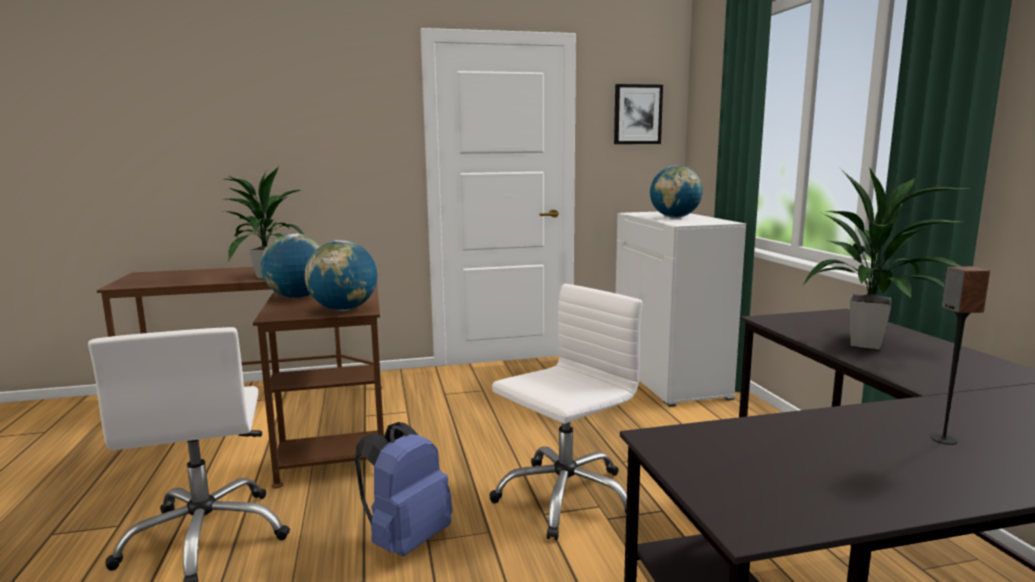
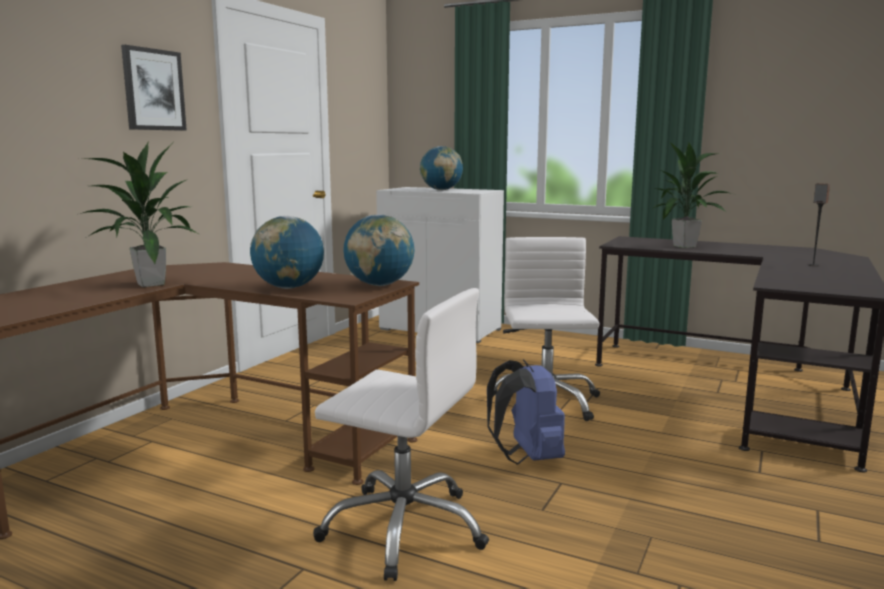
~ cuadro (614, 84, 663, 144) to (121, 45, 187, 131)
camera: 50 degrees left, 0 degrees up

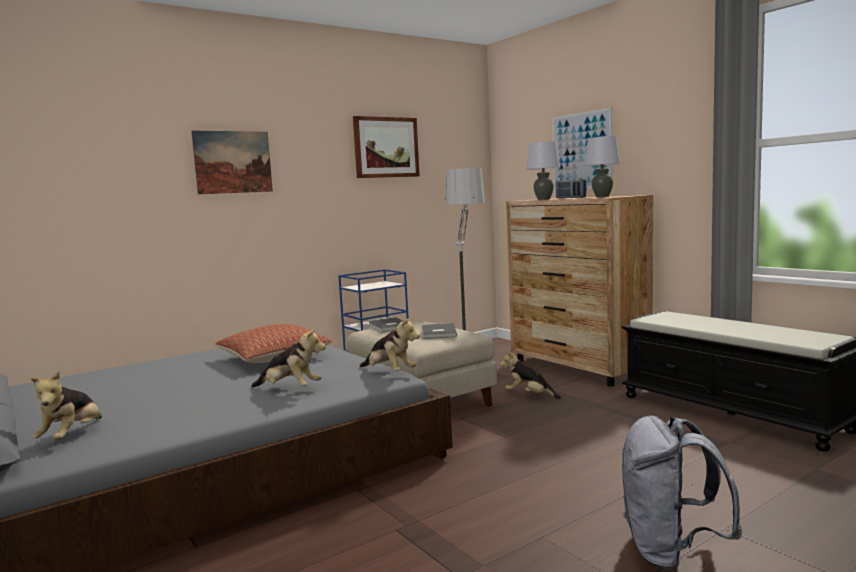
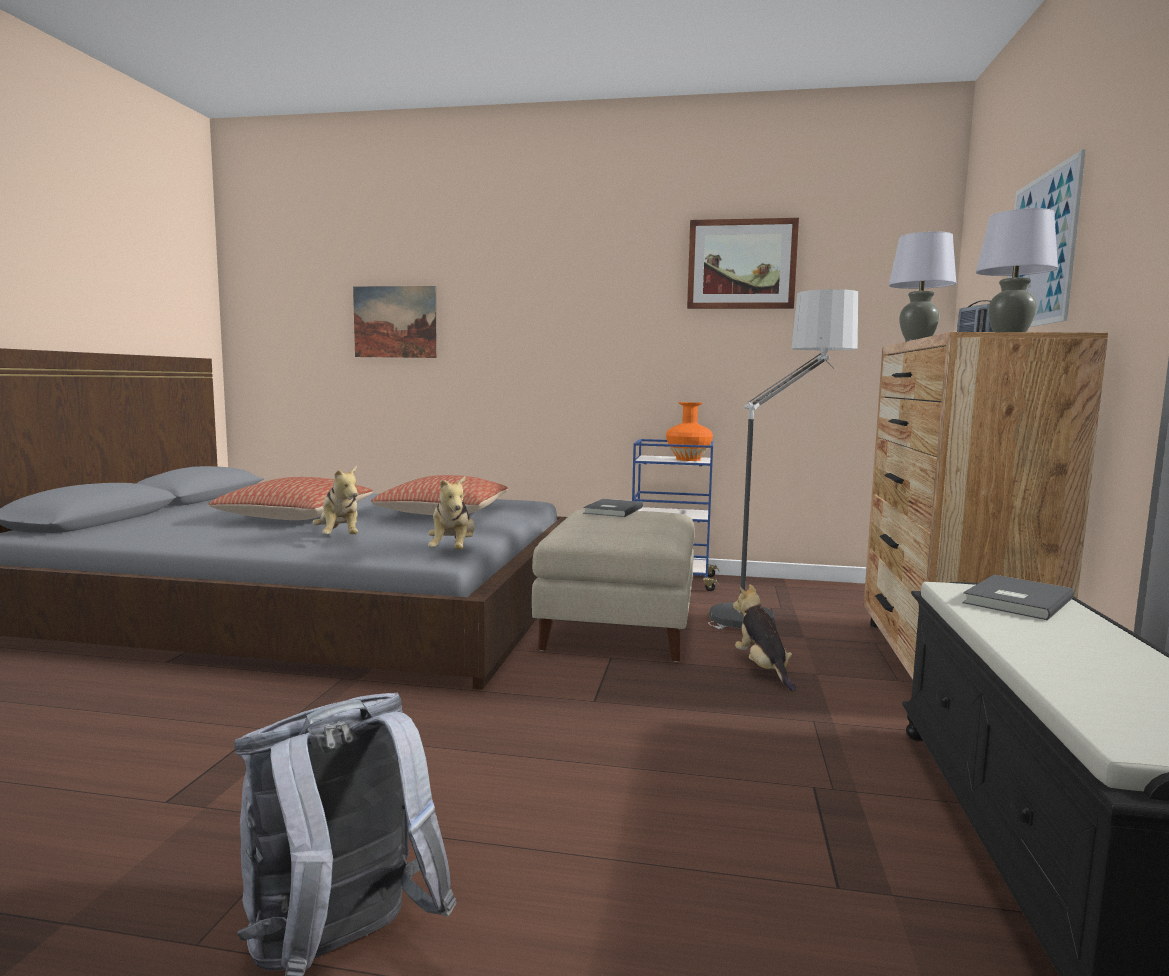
- peluche (31, 371, 102, 440)
~ cuadro (191, 130, 273, 194) to (353, 286, 437, 358)
~ libro [gris] (422, 323, 457, 339) to (962, 575, 1074, 621)
+ cojín (209, 477, 373, 520)
+ florero [naranja] (666, 402, 713, 461)
camera: 45 degrees right, 0 degrees up

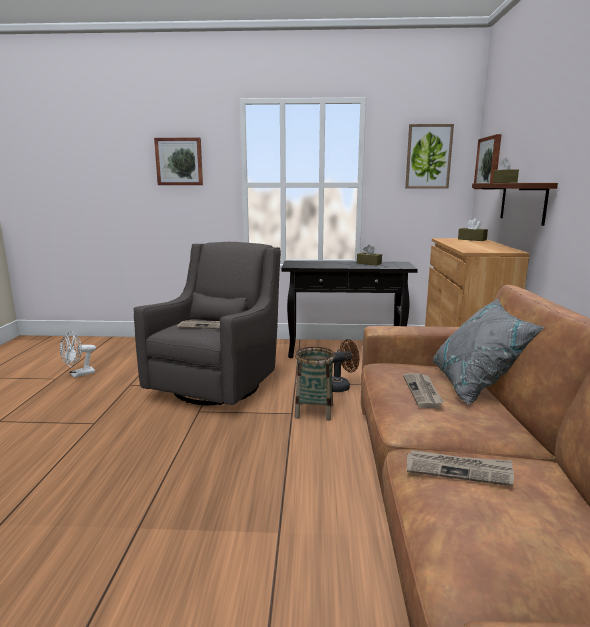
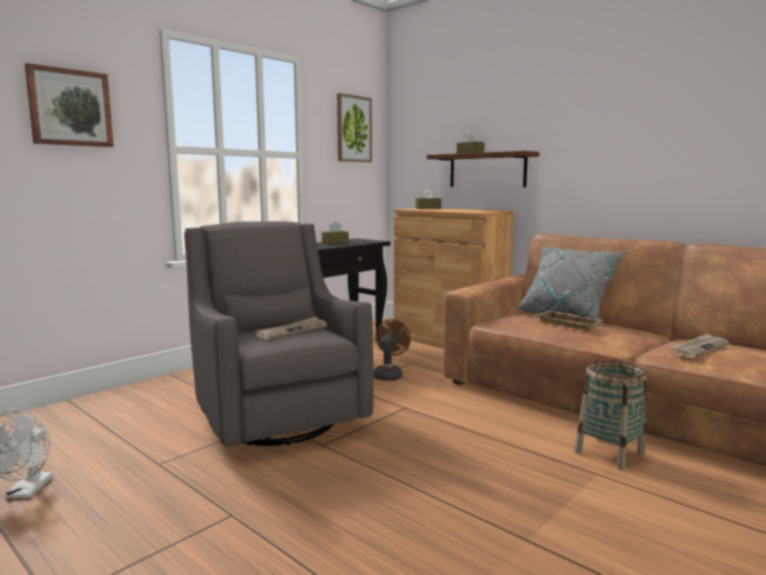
~ cesta (295, 347, 335, 421) to (575, 360, 647, 470)
~ periódico (403, 373, 444, 408) to bandeja [beis] (539, 310, 603, 331)
- cuadro (473, 134, 502, 190)
camera: 50 degrees left, 5 degrees down

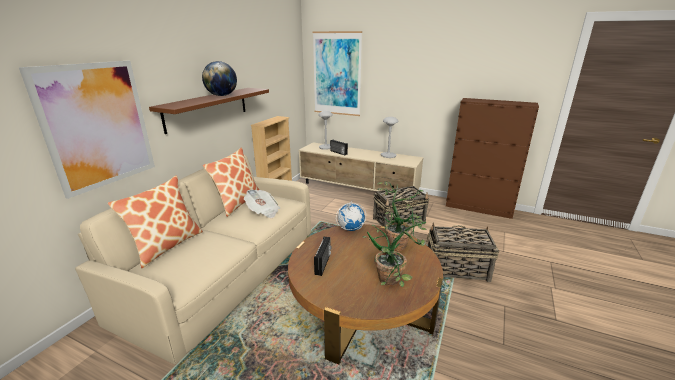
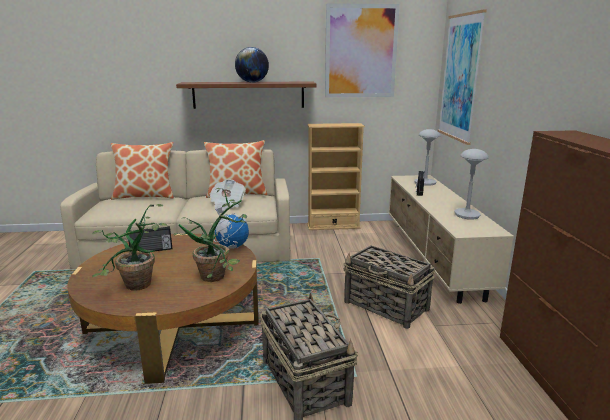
~ cuadro (19, 61, 155, 199) to (325, 3, 400, 97)
camera: 60 degrees right, 5 degrees down

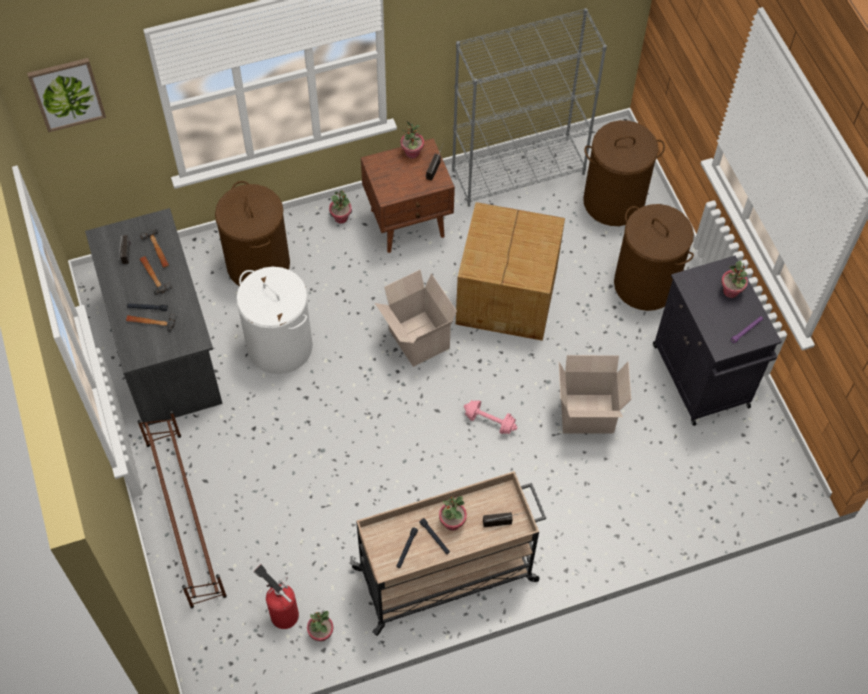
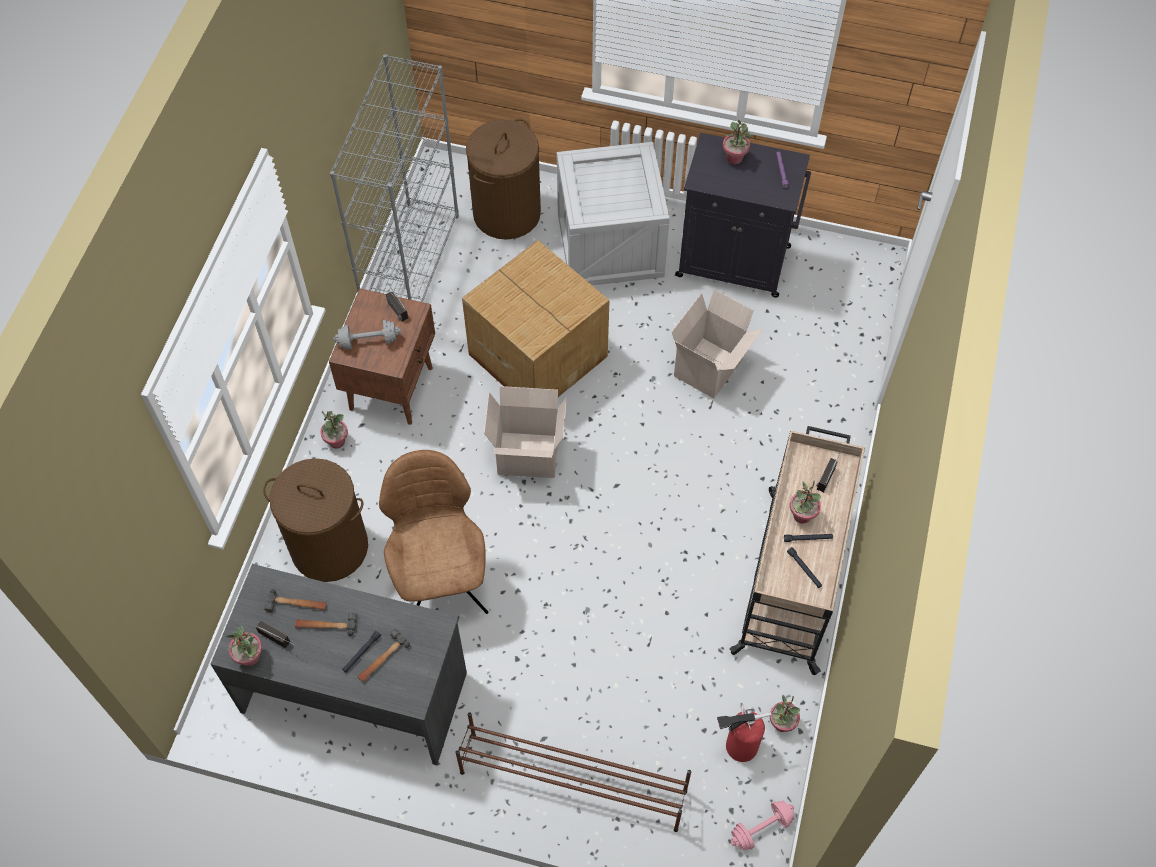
- cuadro (27, 58, 106, 132)
~ cesto de la ropa [blanco] (236, 267, 313, 374) to silla [marrón] (379, 450, 489, 614)
~ planta en maceta (401, 121, 424, 159) to (225, 626, 262, 666)
~ mancuerna [rosa] (464, 400, 517, 434) to (731, 801, 794, 850)
~ cesto de la ropa [marrón] (614, 204, 694, 311) to caja de embalaje (557, 142, 670, 286)
+ mancuerna [gris] (333, 320, 401, 350)
camera: 55 degrees left, 0 degrees up

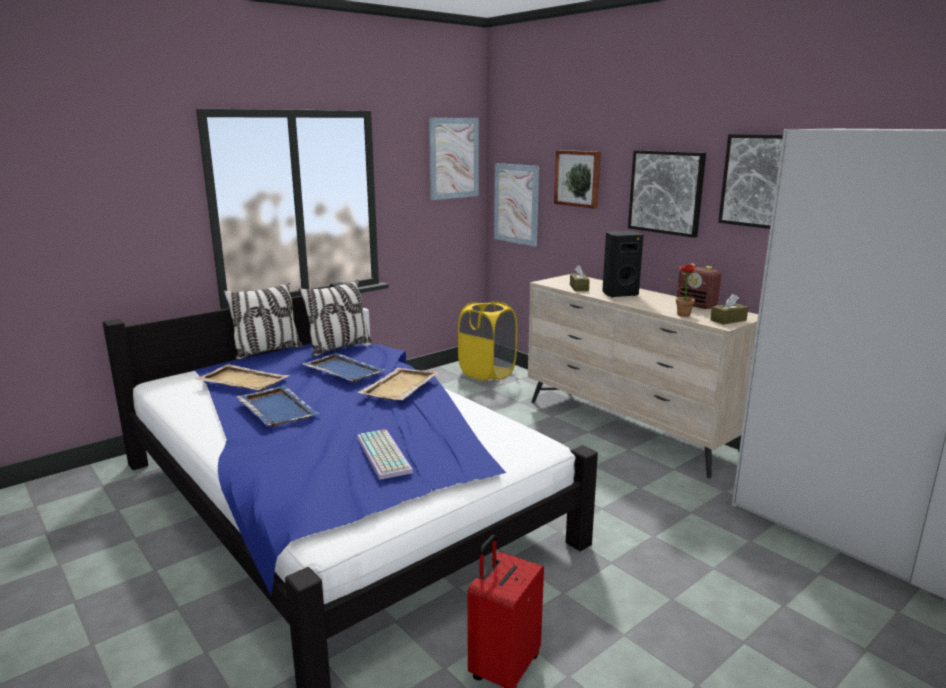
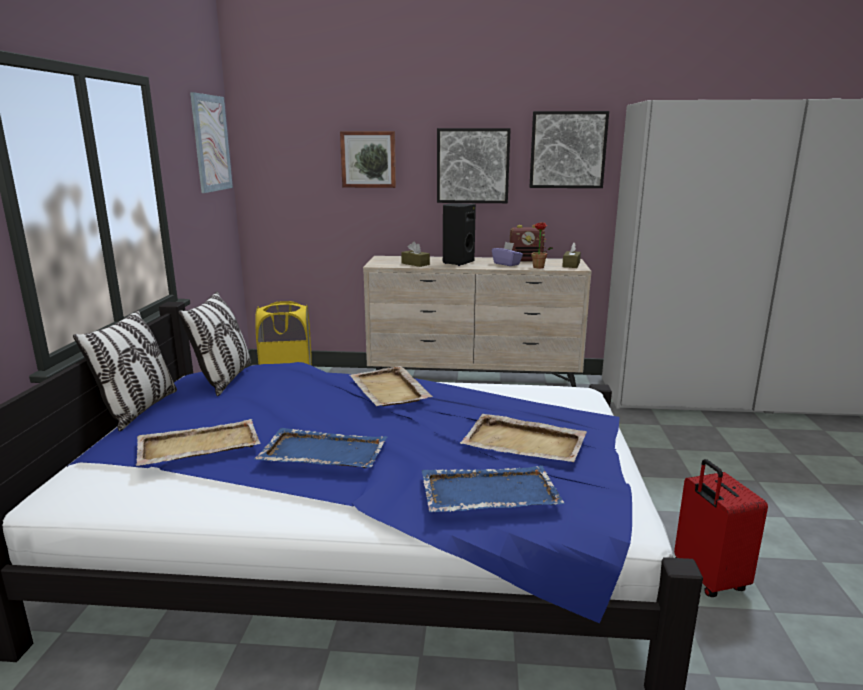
~ bandeja [azul] (302, 353, 387, 382) to (422, 465, 565, 512)
~ teclado (357, 429, 413, 480) to bandeja [beis] (460, 414, 587, 462)
- cuadro (494, 163, 539, 247)
+ caja de pañuelos [morado] (492, 242, 523, 266)
camera: 45 degrees left, 0 degrees up

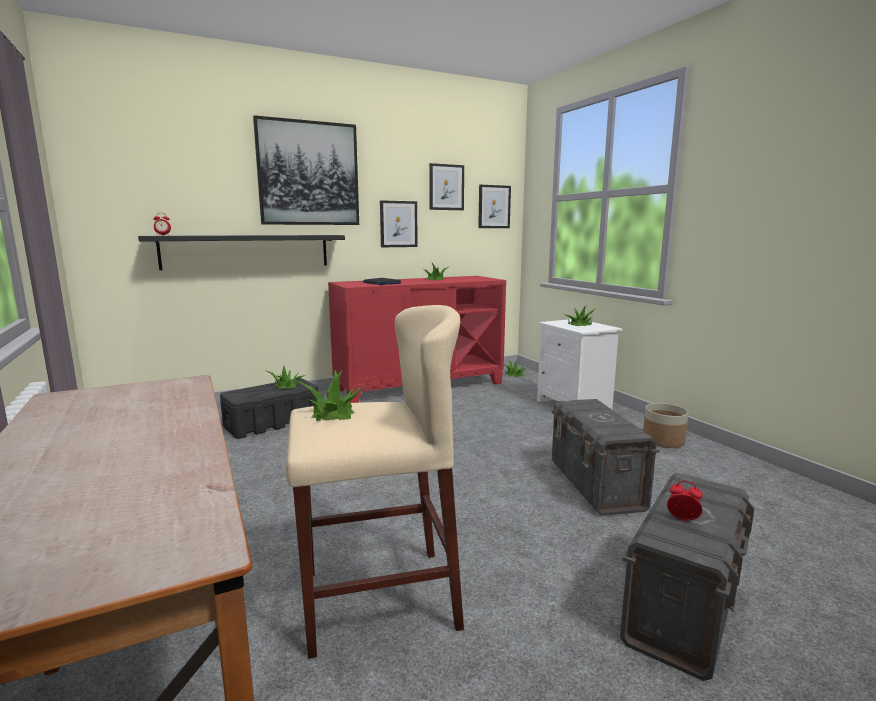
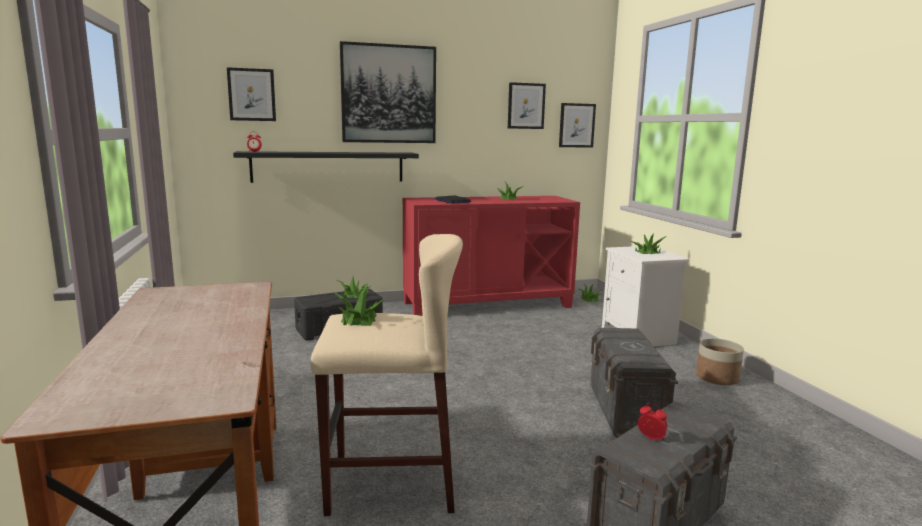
~ cuadro (380, 200, 418, 247) to (227, 67, 276, 121)
camera: 10 degrees right, 0 degrees up

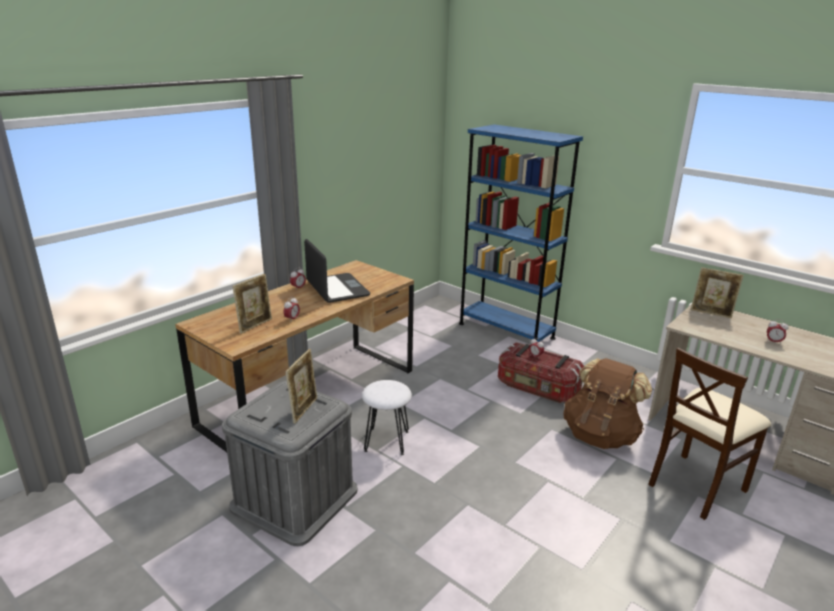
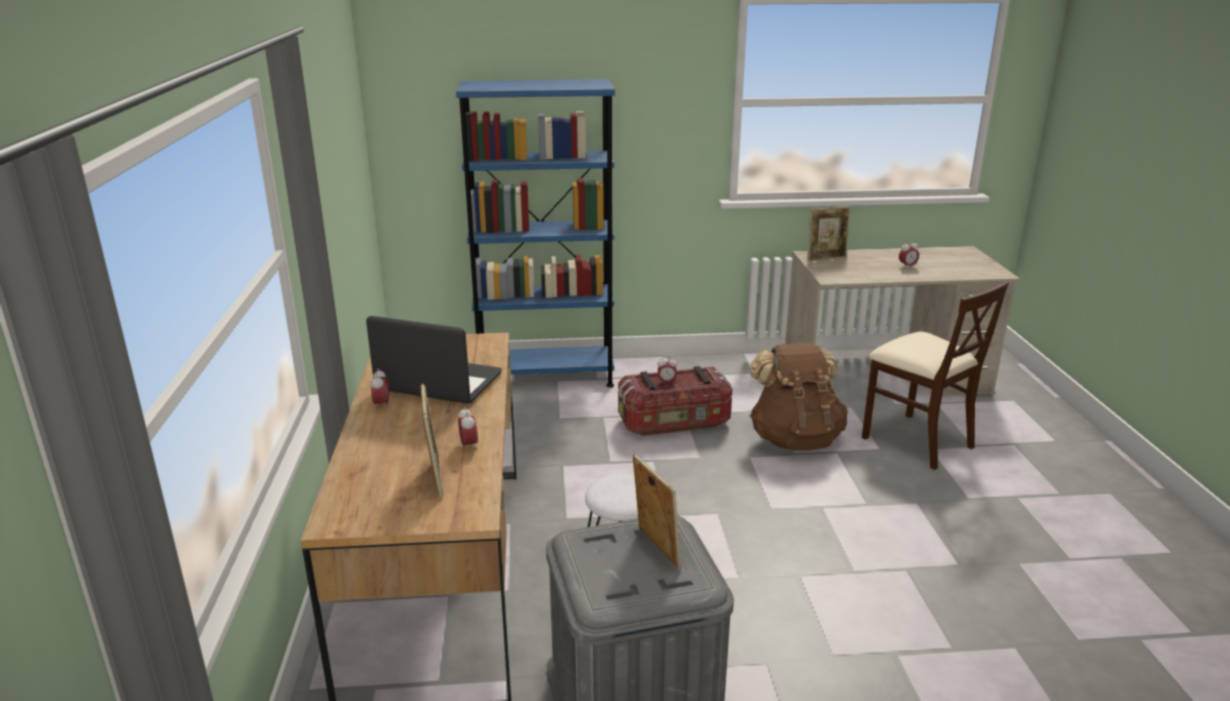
~ silla [beis] (648, 347, 772, 520) = (862, 281, 1009, 470) 45 degrees counterclockwise
camera: 45 degrees left, 0 degrees up

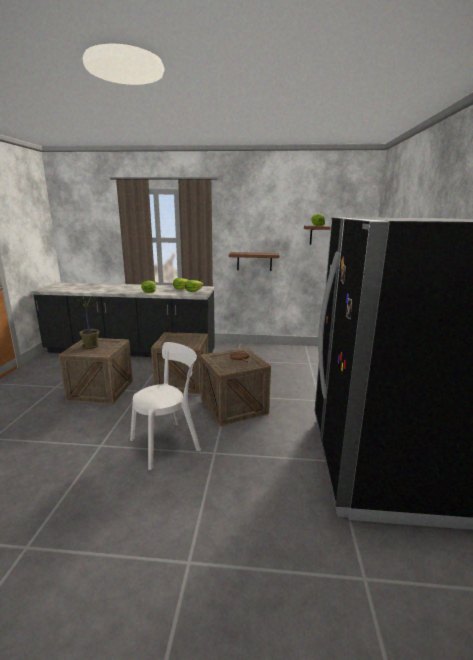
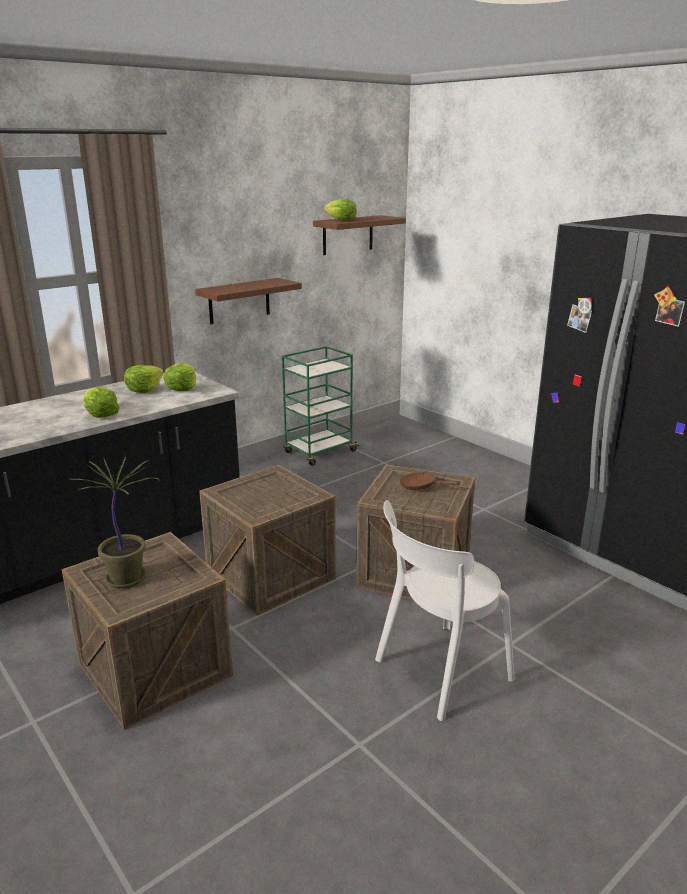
~ silla [blanco] (130, 342, 201, 470) = (375, 500, 515, 721) 135 degrees counterclockwise
+ carrito [verde] (282, 346, 359, 466)
camera: 45 degrees left, 5 degrees up

